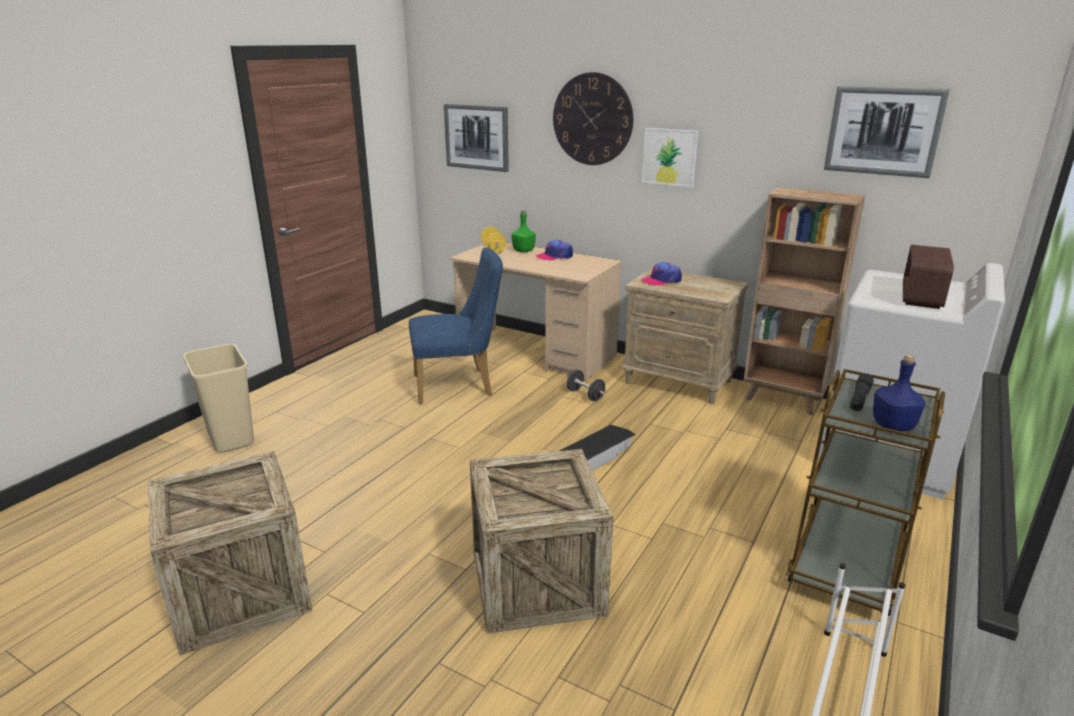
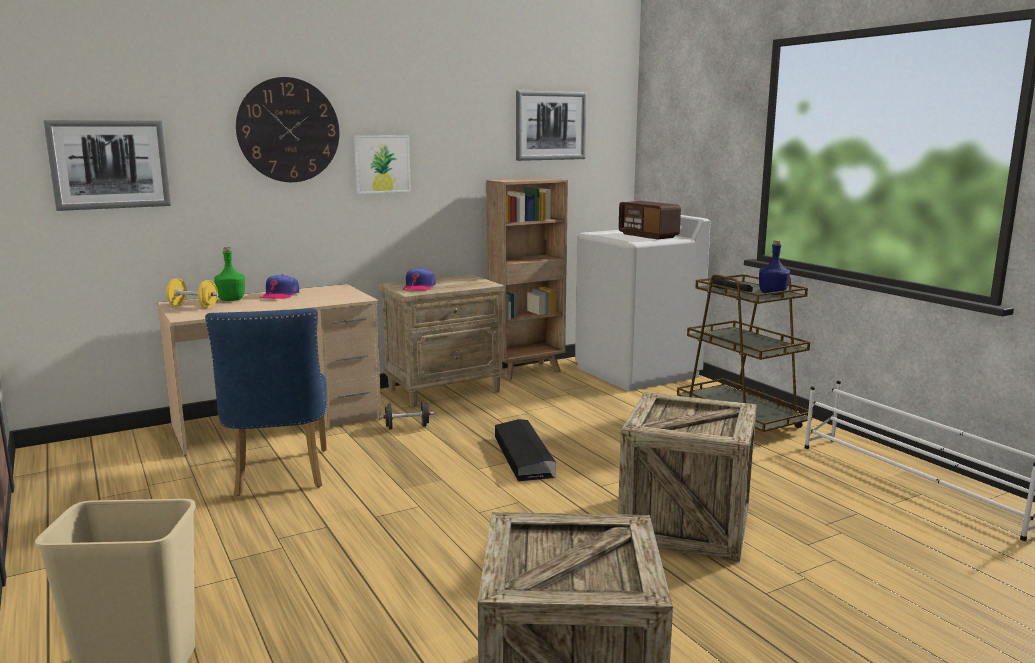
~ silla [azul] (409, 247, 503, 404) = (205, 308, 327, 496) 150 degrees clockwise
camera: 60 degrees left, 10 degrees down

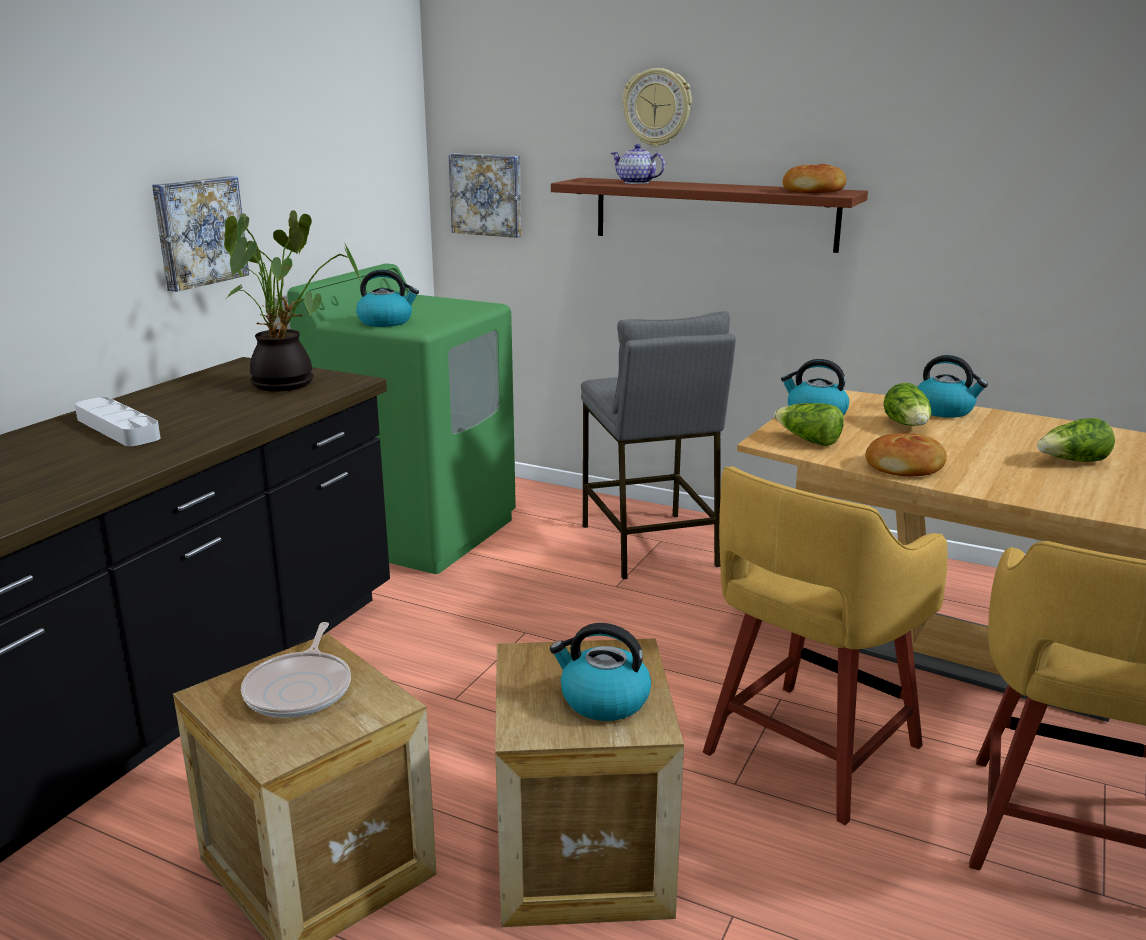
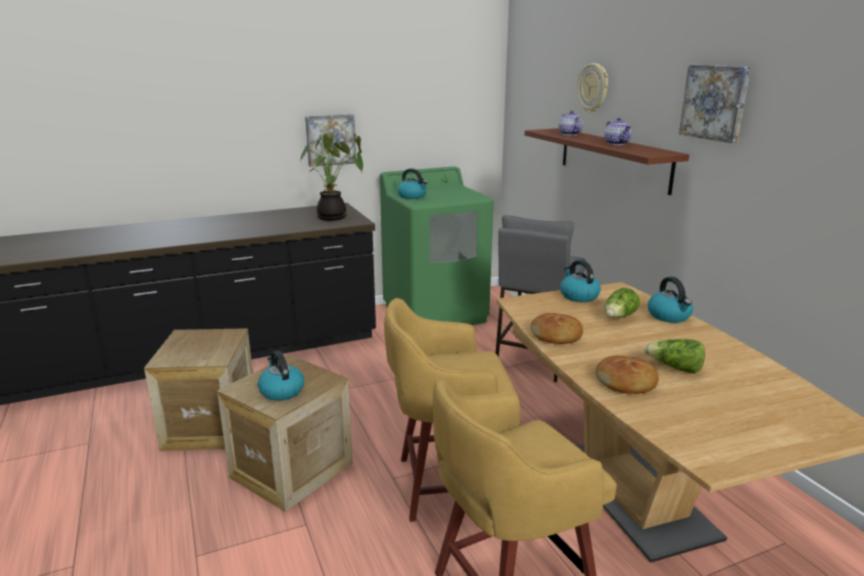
- bandeja [gris] (75, 397, 161, 446)
- sartén (241, 622, 351, 718)
~ cuadro (448, 153, 521, 238) to (679, 65, 751, 143)
- lechuga (774, 403, 844, 446)
~ pan (782, 164, 846, 193) to (596, 355, 659, 394)
+ tetera (604, 118, 632, 145)
camera: 40 degrees right, 0 degrees up

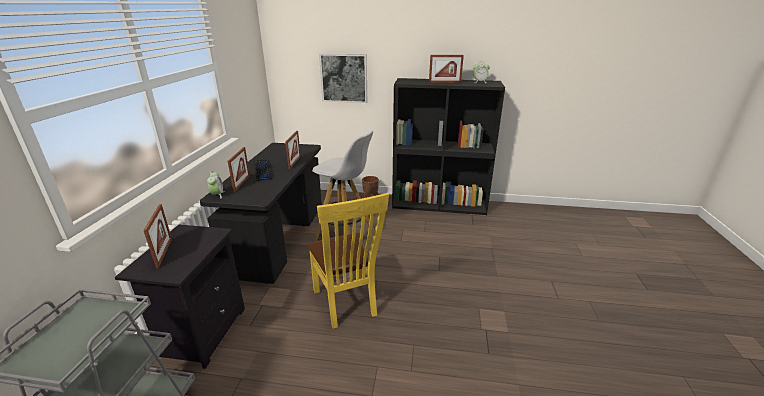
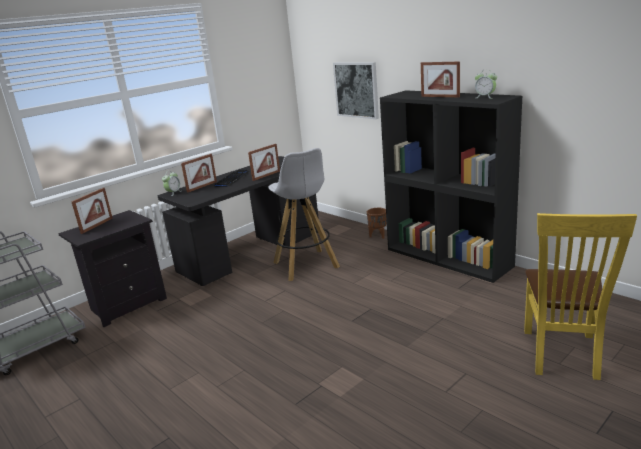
~ silla [amarillo] (307, 193, 389, 329) to (524, 213, 637, 380)
camera: 40 degrees right, 5 degrees down

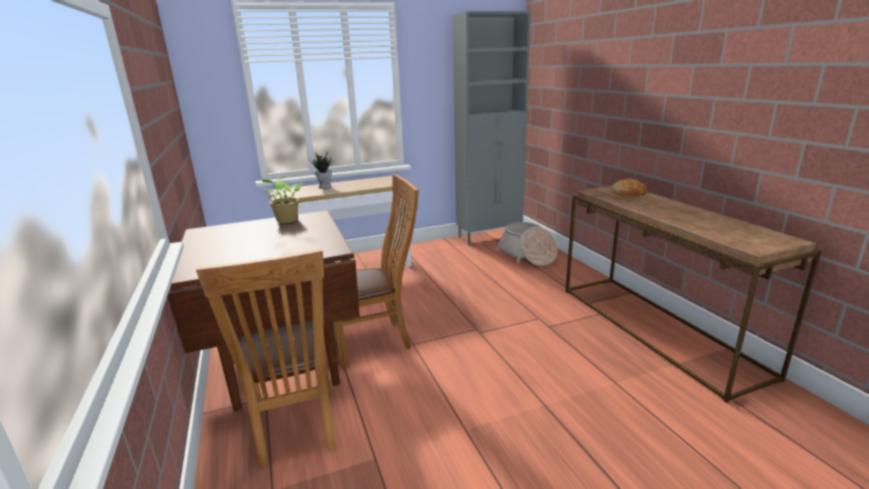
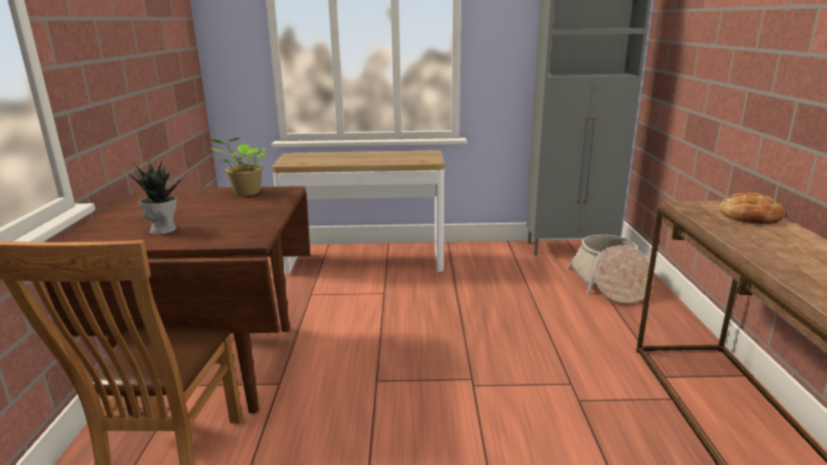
~ planta en maceta (309, 153, 334, 189) to (129, 160, 187, 235)
- silla [marrón] (333, 174, 419, 368)
camera: 20 degrees right, 0 degrees up

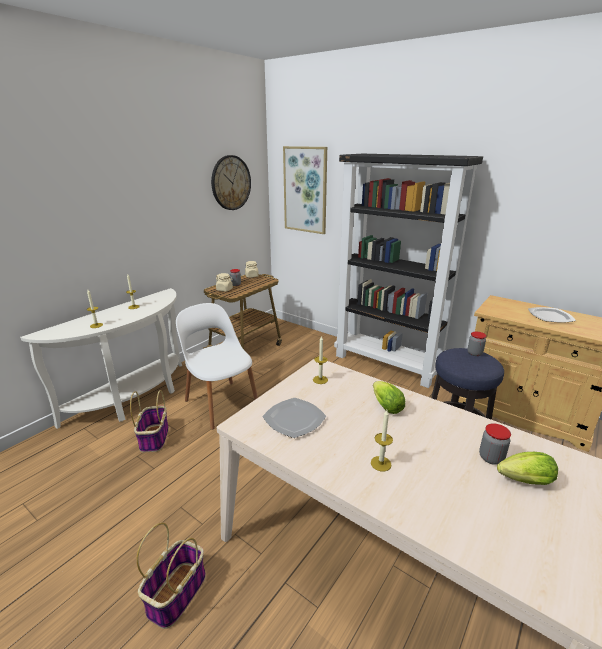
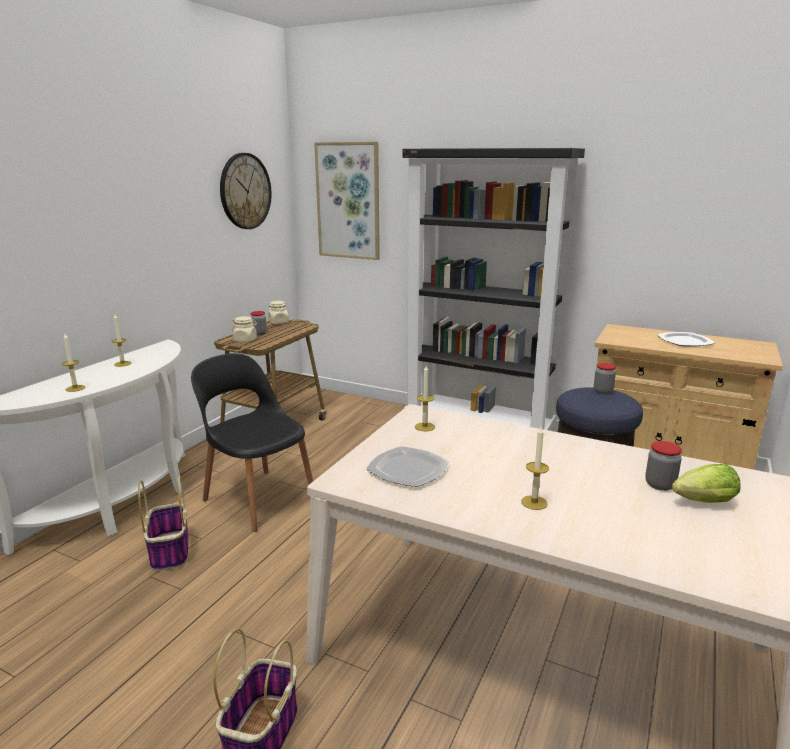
~ silla [blanco] (176, 303, 258, 430) to silla [negro] (191, 353, 313, 532)
- lechuga (373, 381, 405, 414)
camera: 10 degrees left, 5 degrees down

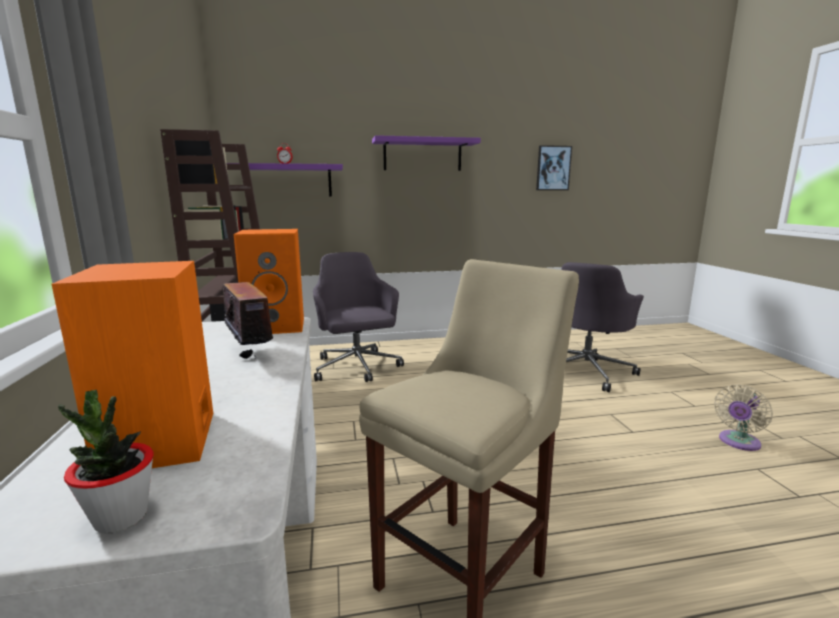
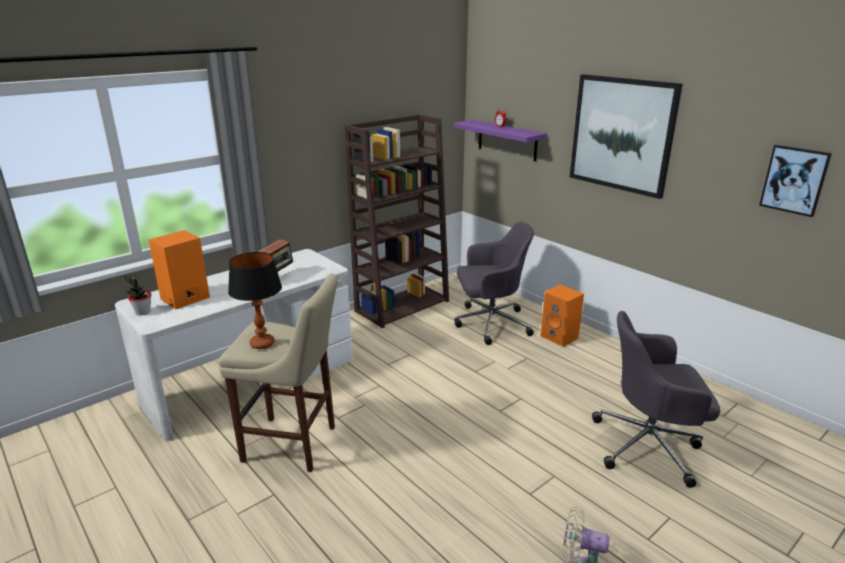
~ altavoz [naranja] (234, 229, 304, 334) to (540, 285, 584, 347)
~ silla de oficina [gris] (313, 252, 404, 382) = (455, 222, 534, 345) 45 degrees clockwise
~ estante [morado] (372, 135, 481, 171) to cuadro (570, 74, 683, 199)
+ lámpara de mesa (228, 252, 282, 349)
camera: 60 degrees right, 10 degrees up

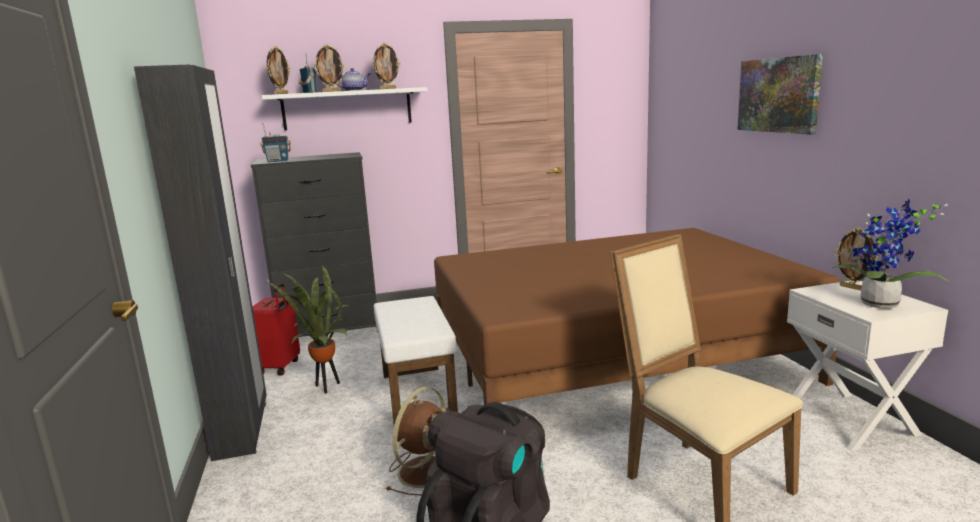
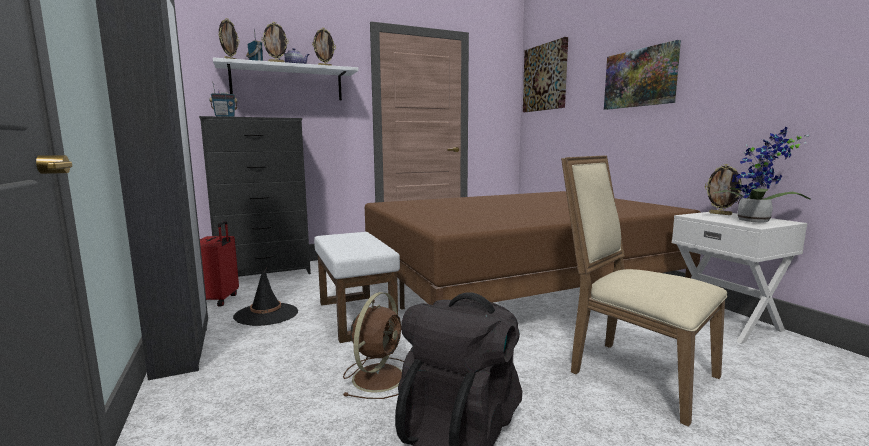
~ planta en maceta (265, 265, 357, 393) to sombrero [negro] (233, 268, 298, 326)
+ cuadro (523, 37, 568, 112)
camera: 10 degrees left, 5 degrees down

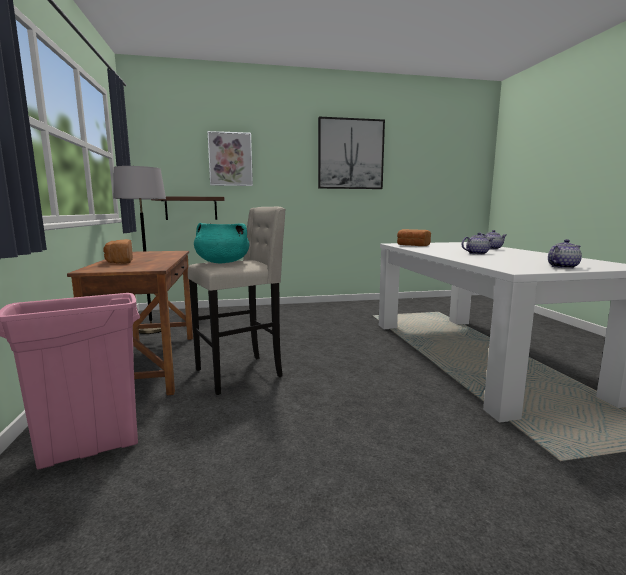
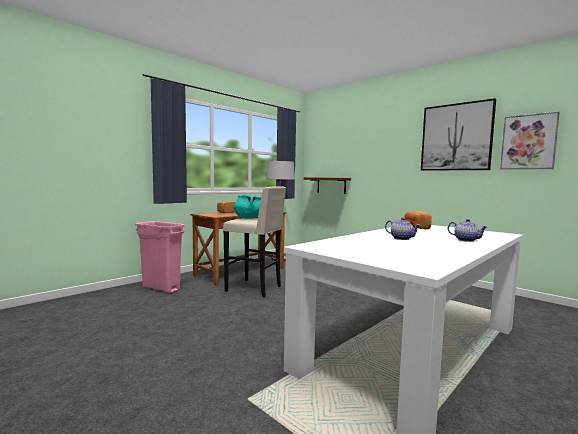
~ cuadro (207, 131, 253, 186) to (500, 112, 560, 169)
- tetera (548, 239, 582, 269)
camera: 55 degrees right, 5 degrees down

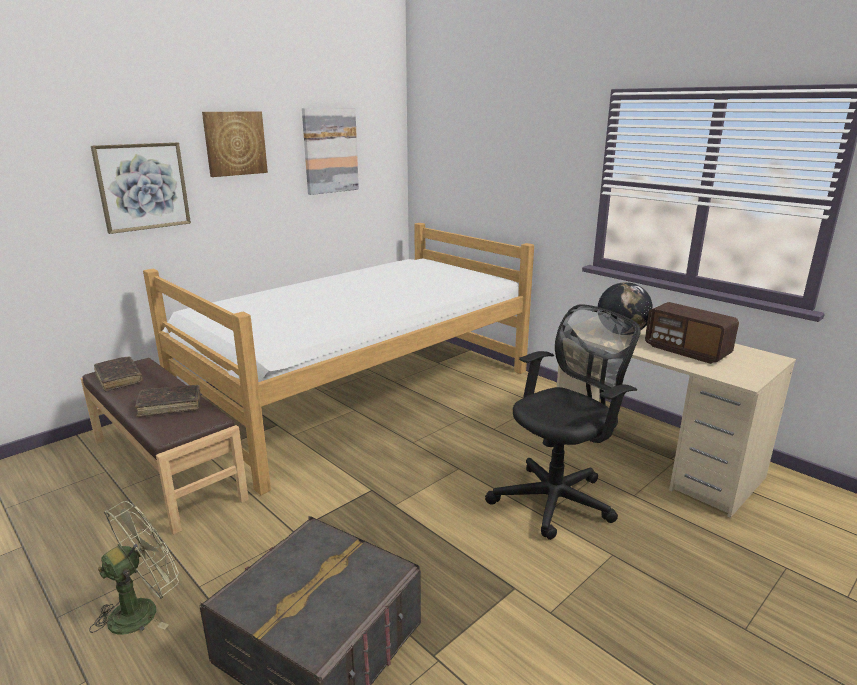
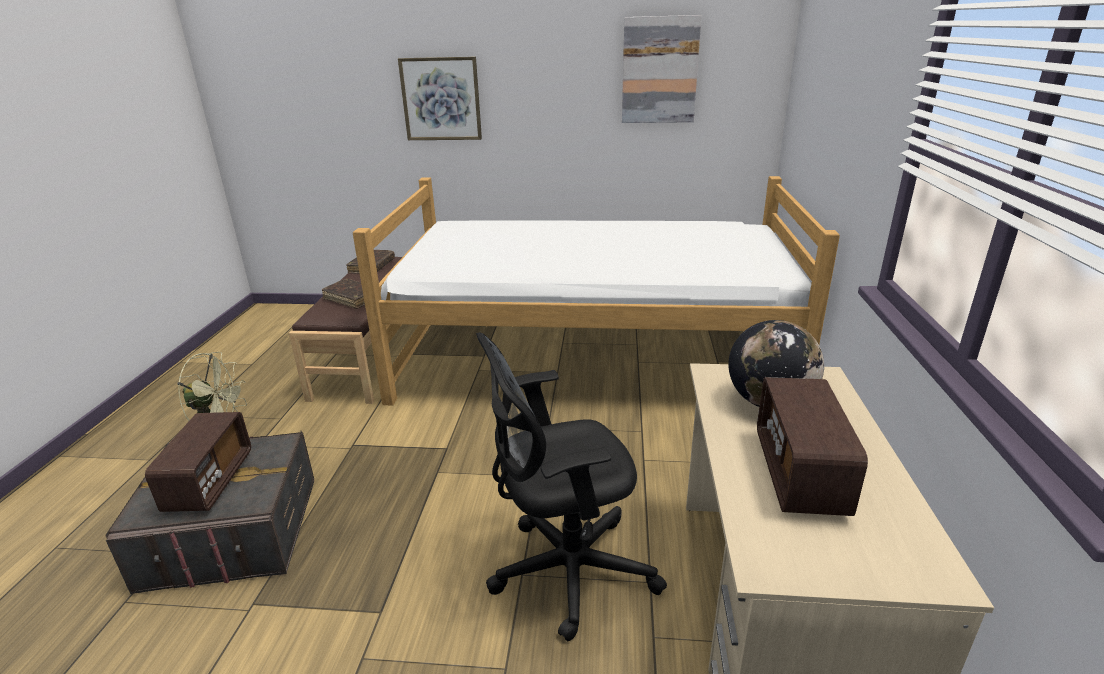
- cuadro (202, 111, 268, 177)
~ silla de oficina [negro] (485, 304, 641, 540) = (476, 332, 667, 641) 150 degrees clockwise
+ radio (145, 412, 251, 512)
camera: 50 degrees right, 5 degrees up

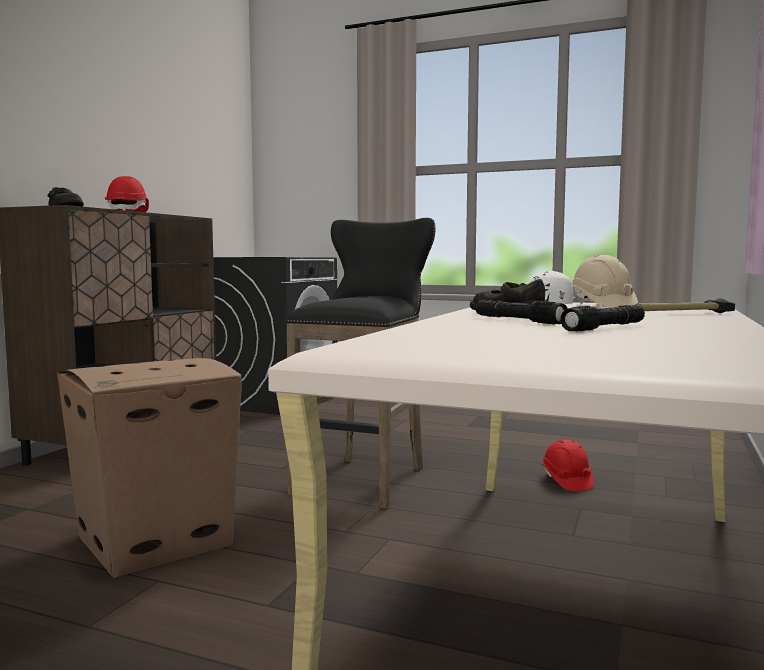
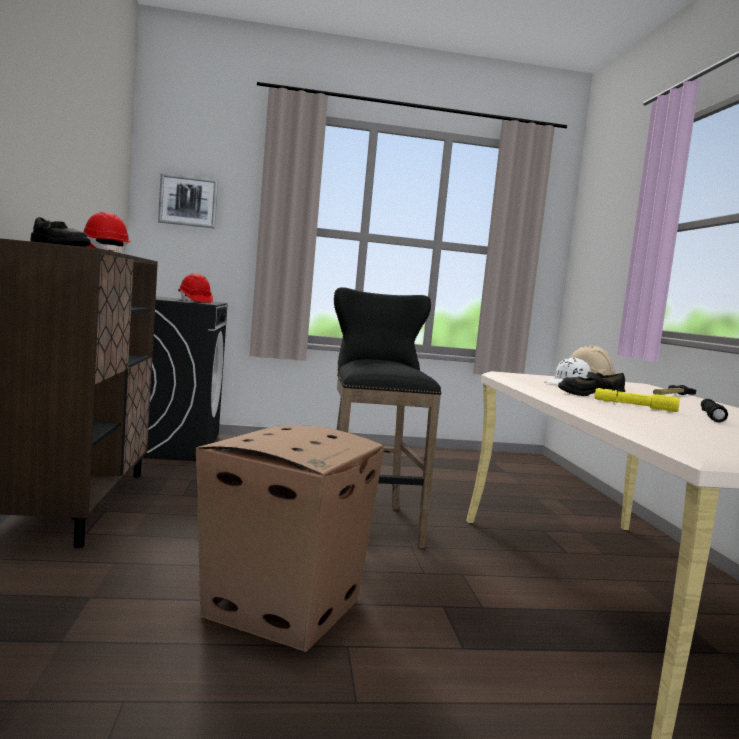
~ linterna [negro] (475, 300, 568, 324) to linterna [amarillo] (595, 388, 680, 412)
~ casco [rojo] (541, 440, 594, 491) to (178, 274, 213, 303)
+ cuadro (158, 173, 218, 229)
camera: 30 degrees left, 0 degrees up

